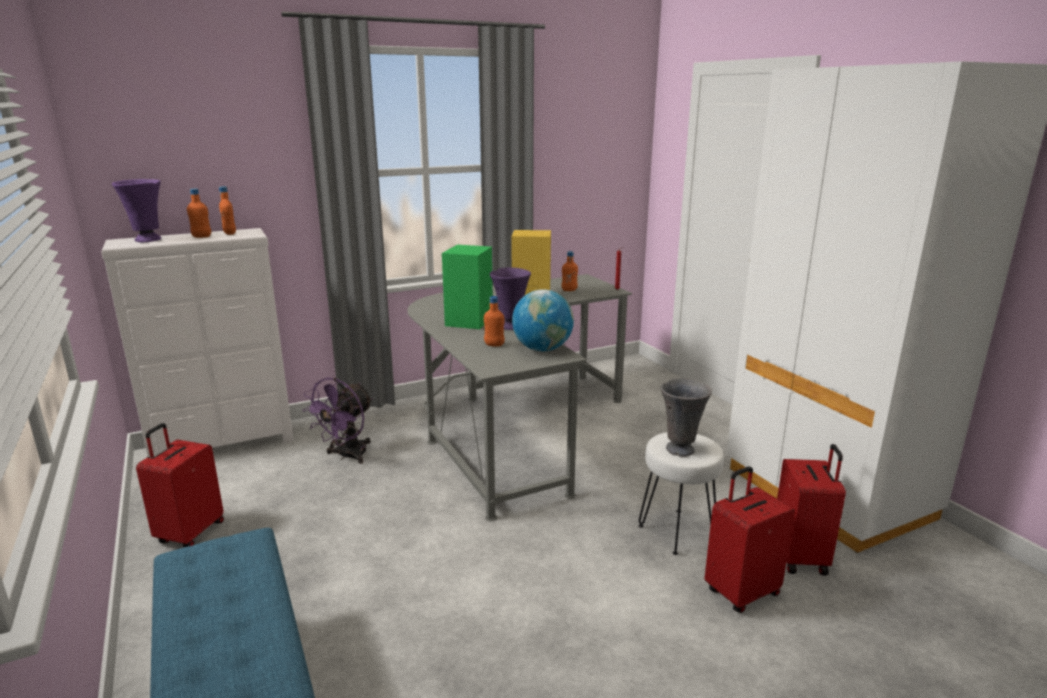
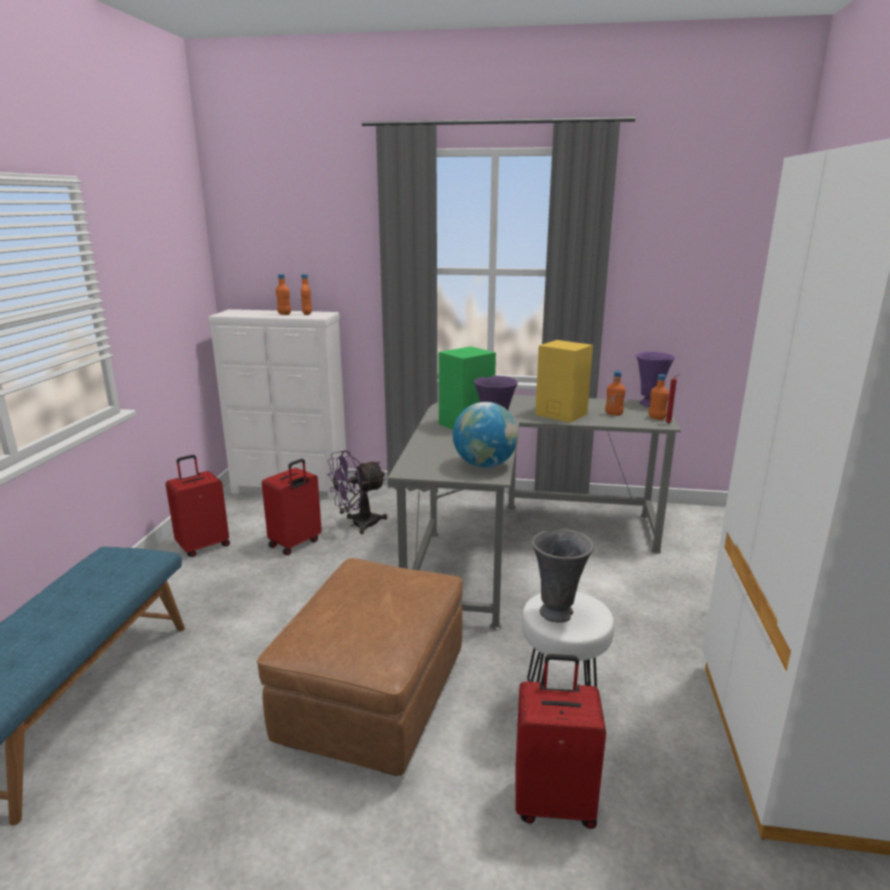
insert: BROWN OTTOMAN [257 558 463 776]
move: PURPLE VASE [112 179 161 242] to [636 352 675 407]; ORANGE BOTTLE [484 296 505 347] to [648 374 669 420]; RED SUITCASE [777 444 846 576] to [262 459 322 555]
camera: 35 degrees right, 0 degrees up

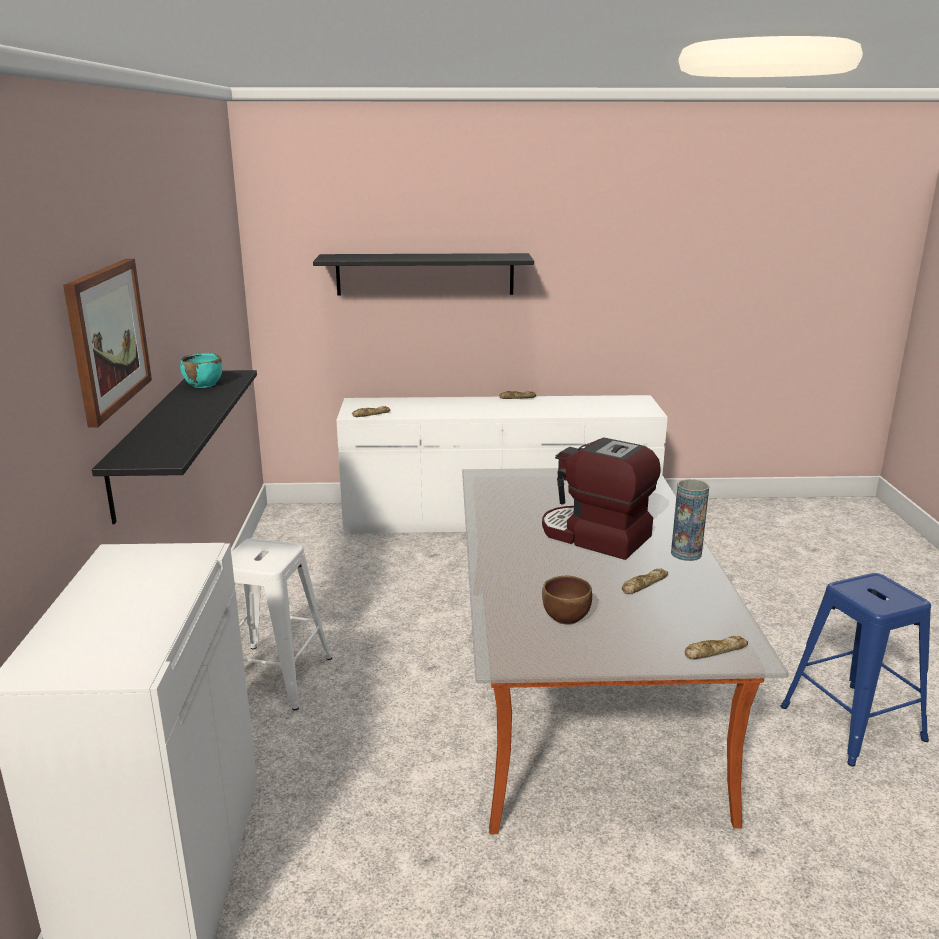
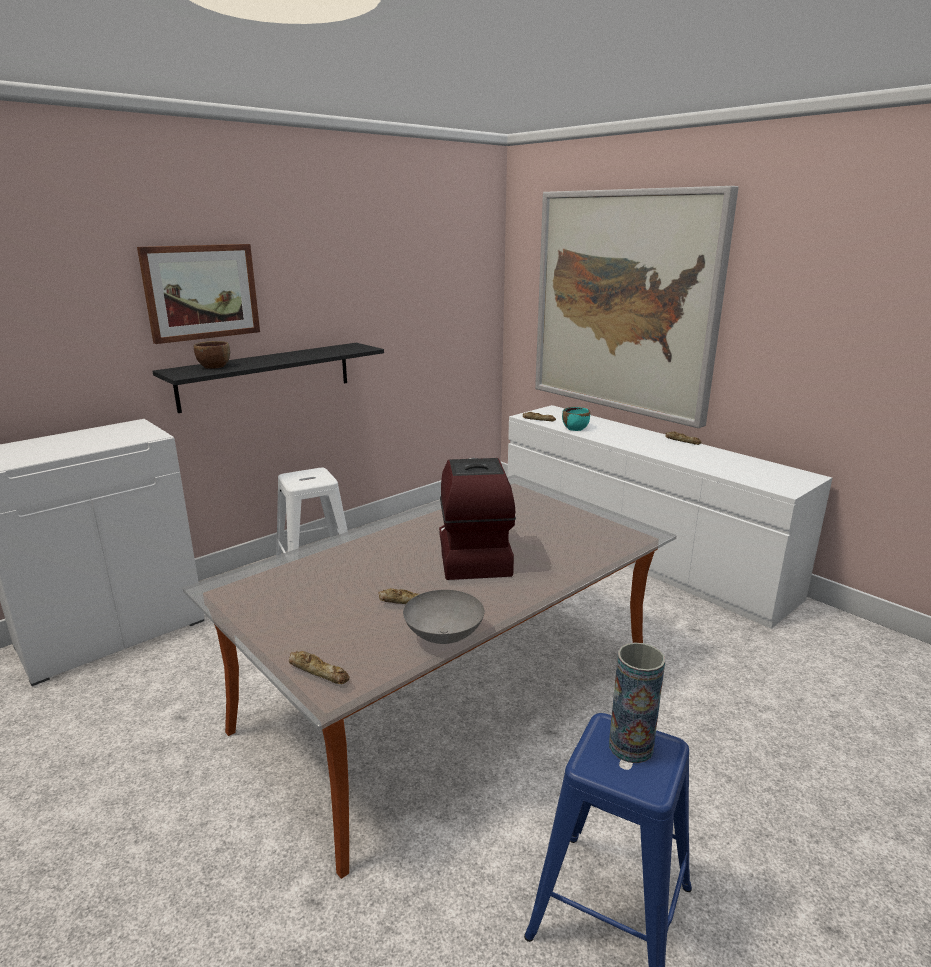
insert: GREY BOWL [403 590 484 644]
move: TURQUOISE BOWL [180 353 222 388] to [562 407 590 431]; VASE [671 479 709 561] to [609 643 665 763]; BROWN BOWL [542 575 592 624] to [194 341 230 369]
replace: BLACK SHELF [313 253 534 296] to PICTURE [535 186 739 428]
camera: 50 degrees right, 0 degrees up

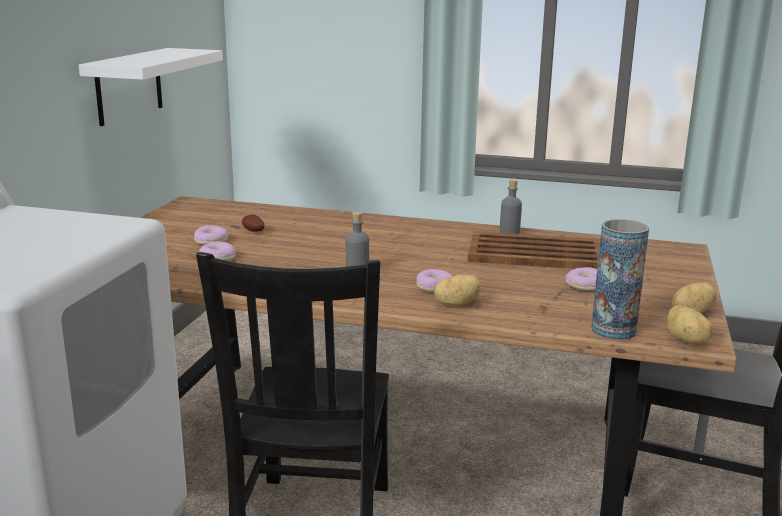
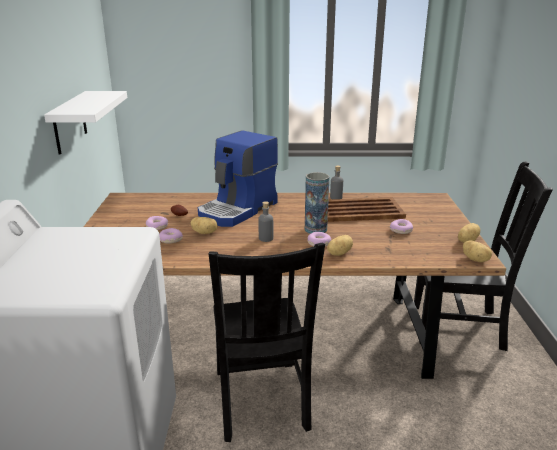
insert: COFFEE MACHINE [198 131 278 227]; POTATO [191 217 218 234]
move: VASE [591 219 649 340] to [305 172 330 234]
camera: 15 degrees left, 5 degrees up

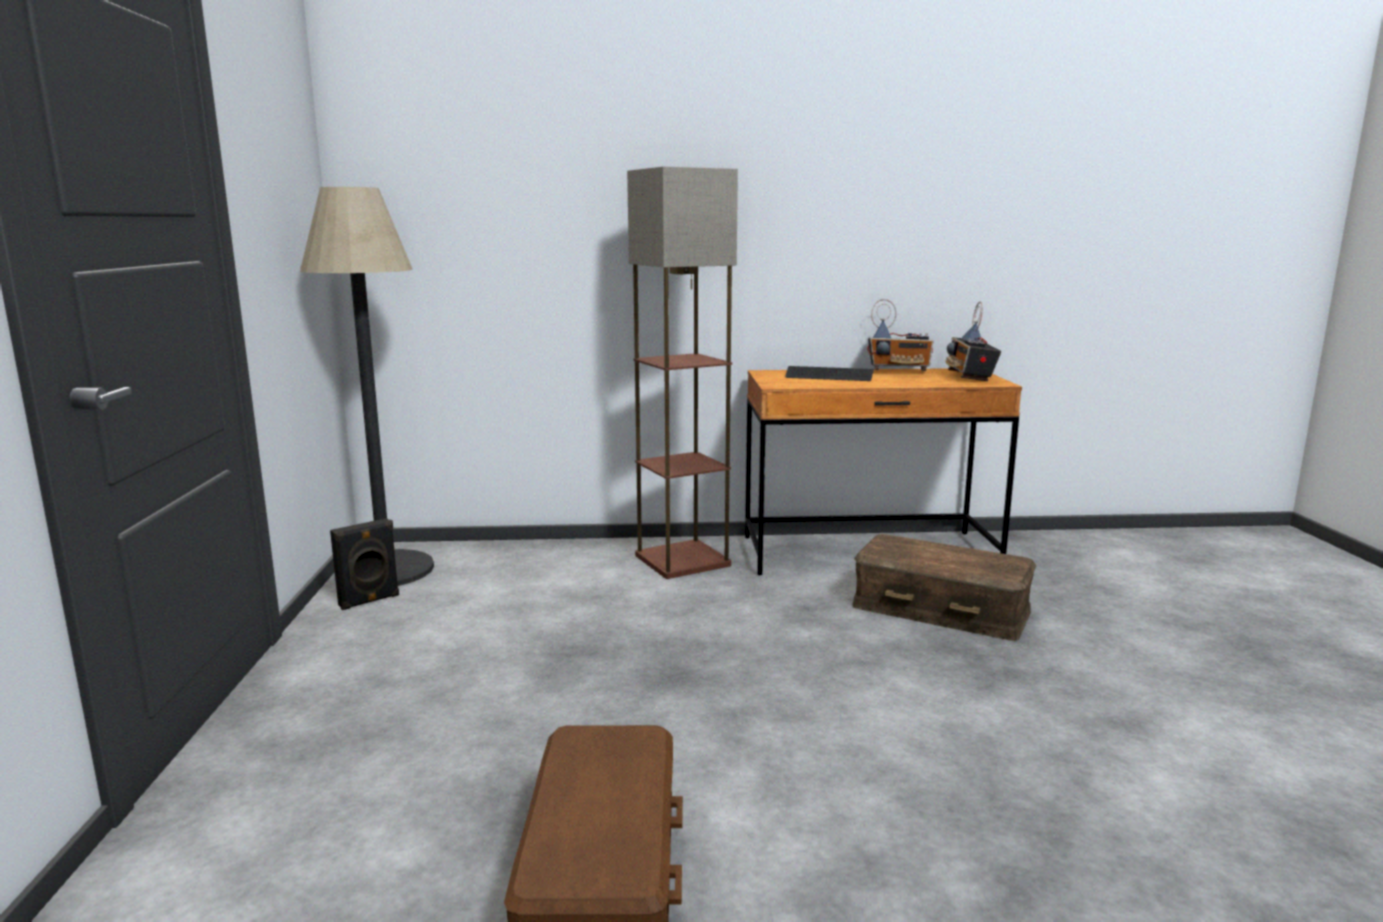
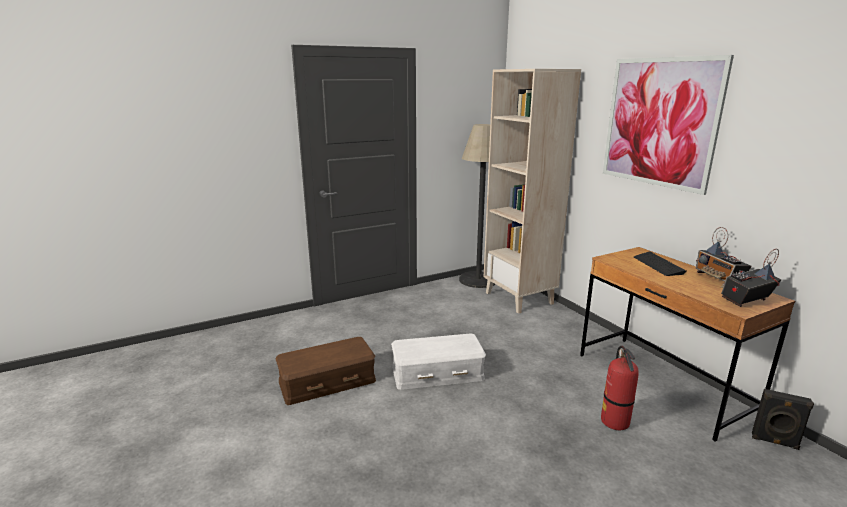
delete: FLOOR LAMP [627 167 738 579]
insert: PICTURE [603 55 734 195]; BEIGE BOOKCASE [484 69 581 314]; WHITE STORAGE BOX [391 334 486 390]
move: BLACK SPEAKER [330 518 399 610] to [752 389 814 450]
replace: BROWN STORAGE BOX [853 534 1036 641] to FIRE EXTINGUISHER [601 346 639 430]
camera: 65 degrees right, 5 degrees up

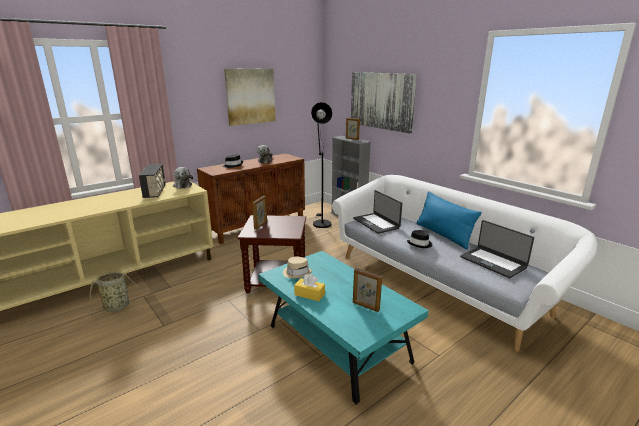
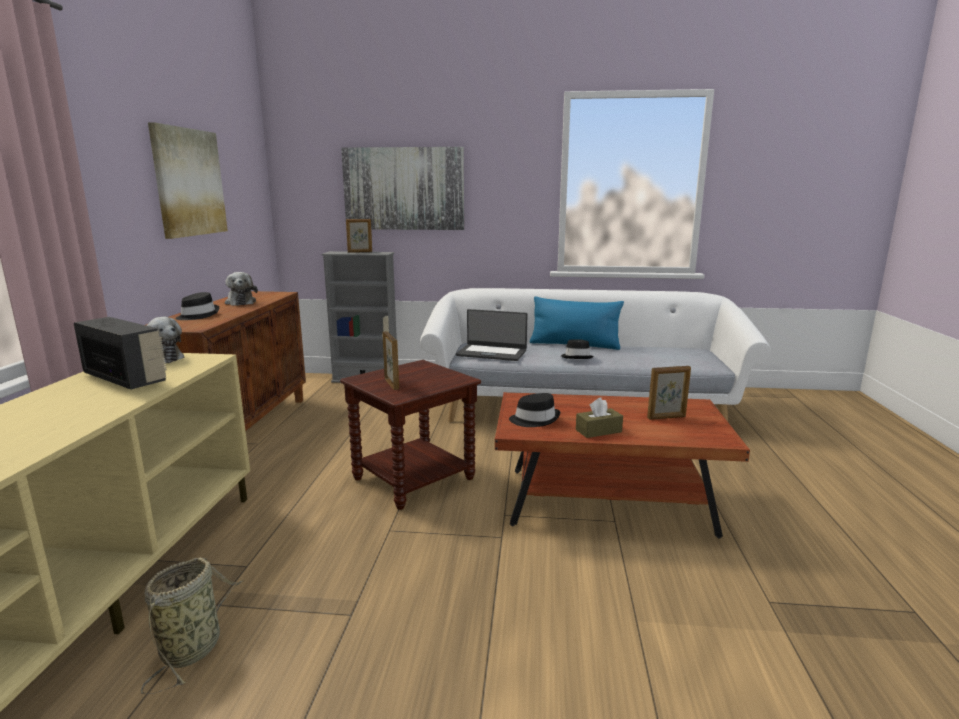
delete: BLACK FLOOR LAMP [311 102 332 228]; LAPTOP [460 220 534 278]
recolor: TURQUOISE COFFEE TABLE [259 251 429 405] to BROWN COFFEE TABLE [495 392 750 539]; BEIGE HAT [283 257 312 279] to BLACK HAT [509 393 560 427]; YELLOW TISSUE BOX [294 274 325 301] to BROWN TISSUE BOX [576 397 623 438]
camera: 45 degrees left, 5 degrees down

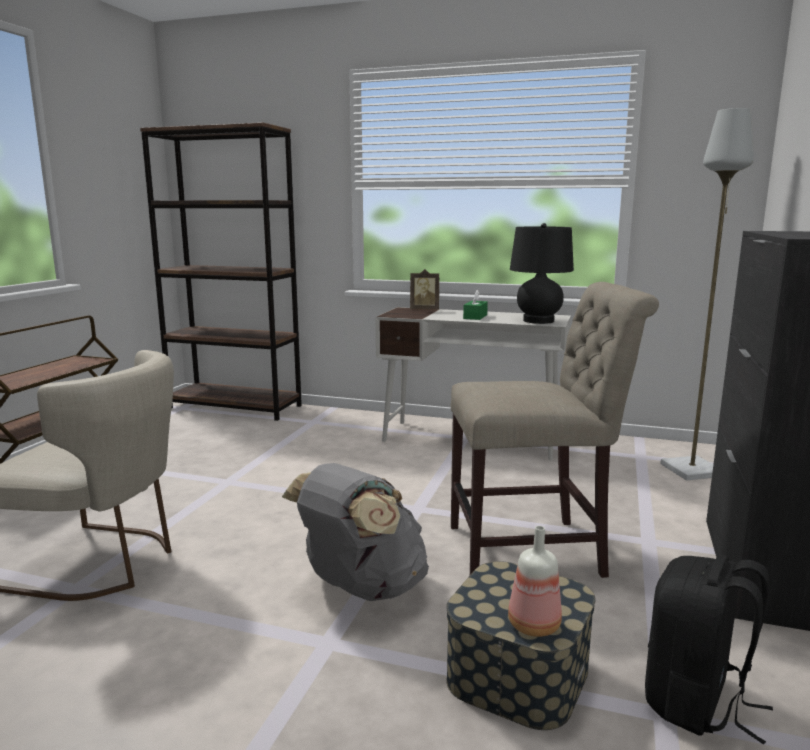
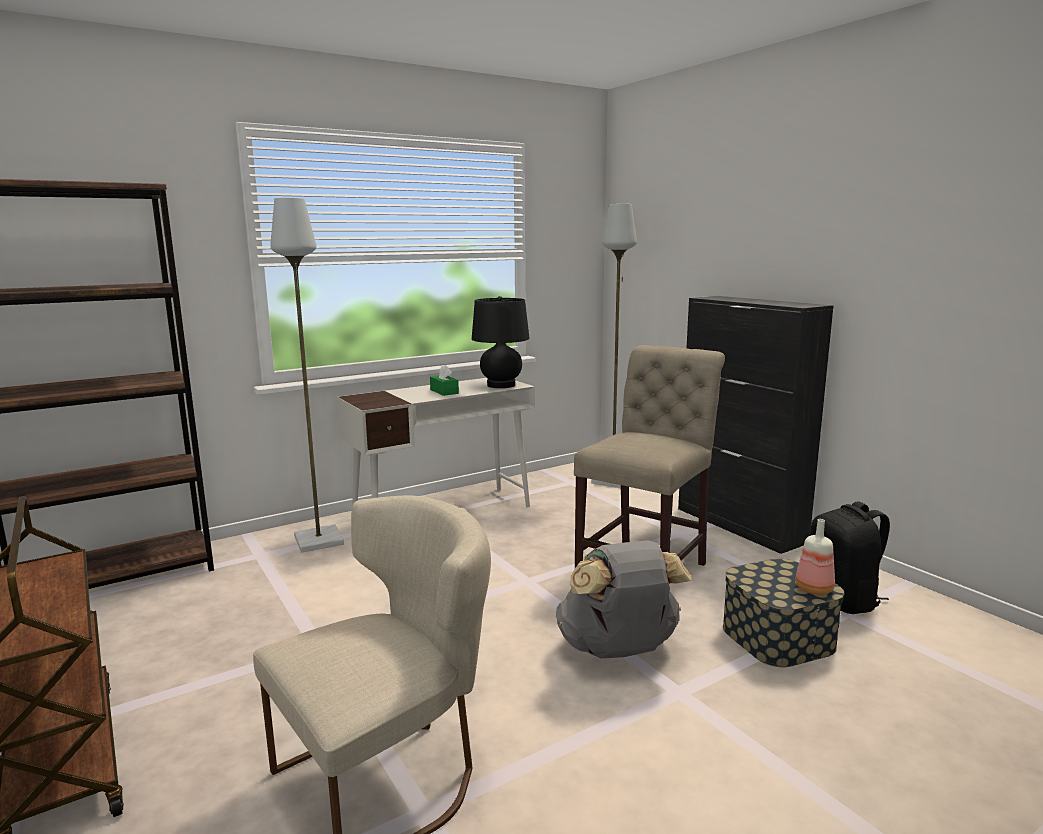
delete: PICTURE FRAME [410 269 439 310]
insert: GREY FLOOR LAMP [270 198 344 553]
camera: 50 degrees left, 0 degrees up

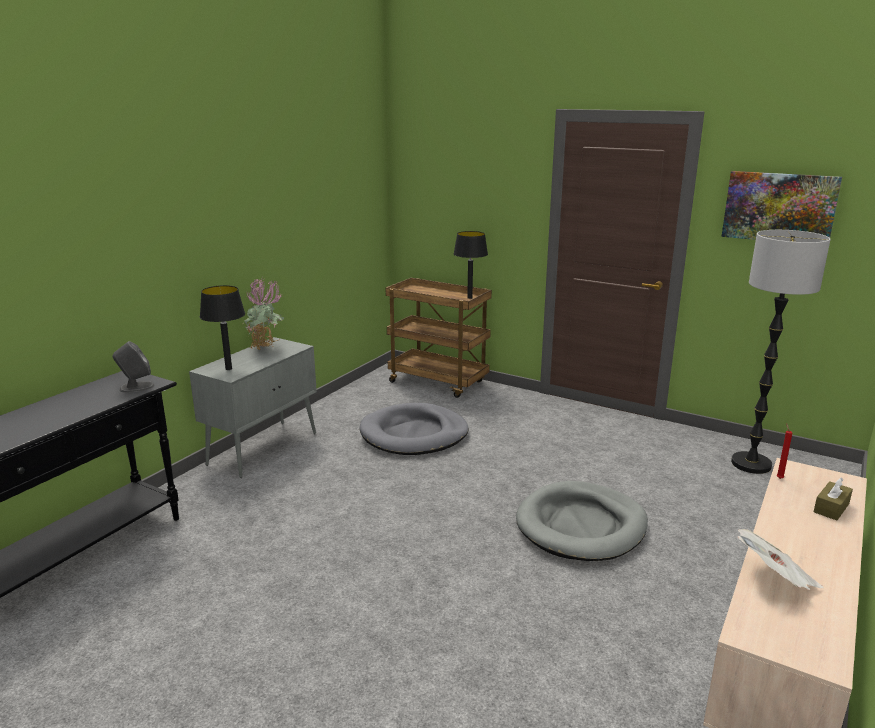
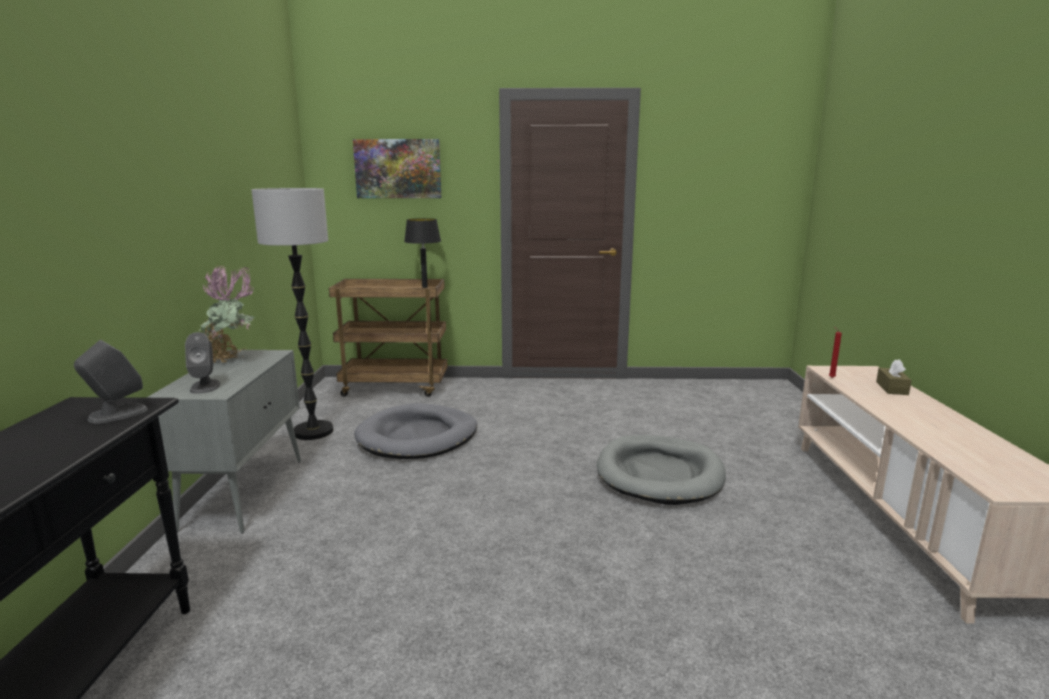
delete: NEWSPAPER [737 529 824 590]
move: PICTURE [721 171 842 240] to [353 139 441 198]; FLOOR LAMP [731 230 831 474] to [252 188 333 440]
replace: BLACK TABLE LAMP [200 285 245 370] to GREY SPEAKER [185 332 220 394]
camera: 30 degrees left, 5 degrees down

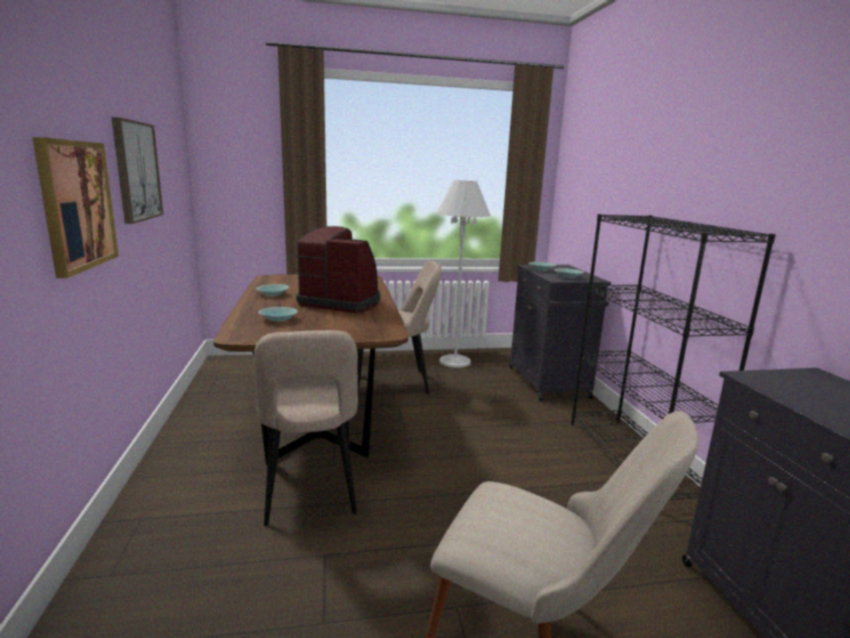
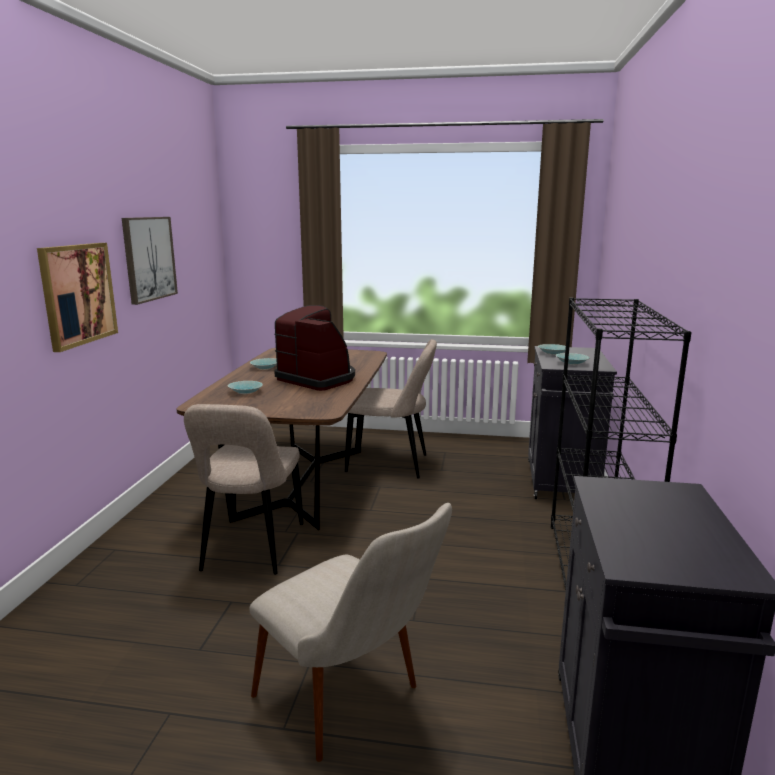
delete: WHITE FLOOR LAMP [436 181 491 368]
camera: 20 degrees right, 0 degrees up

